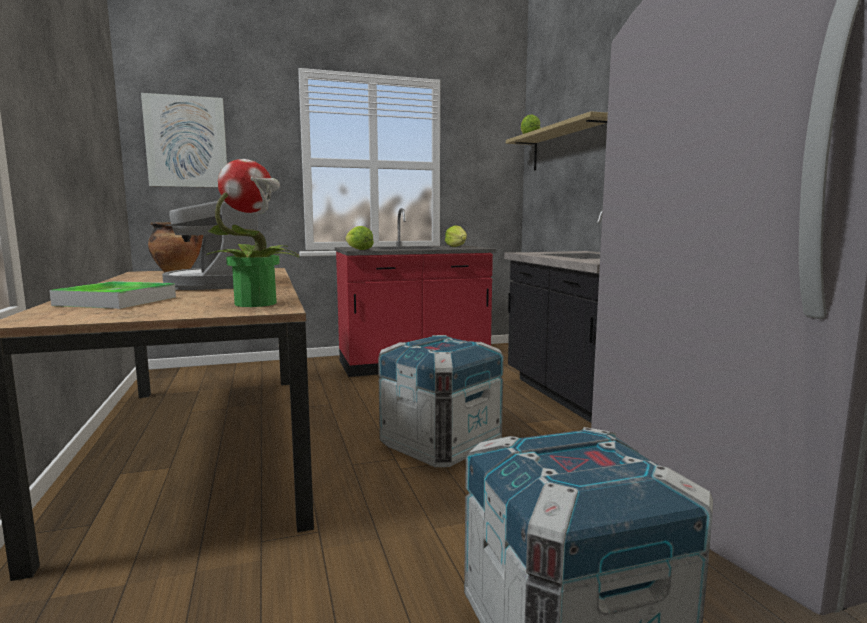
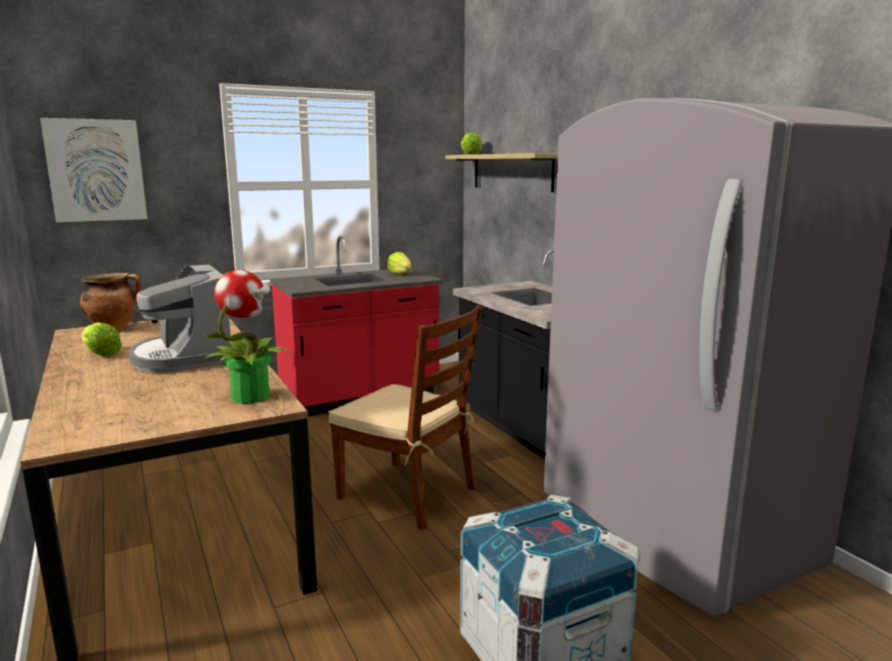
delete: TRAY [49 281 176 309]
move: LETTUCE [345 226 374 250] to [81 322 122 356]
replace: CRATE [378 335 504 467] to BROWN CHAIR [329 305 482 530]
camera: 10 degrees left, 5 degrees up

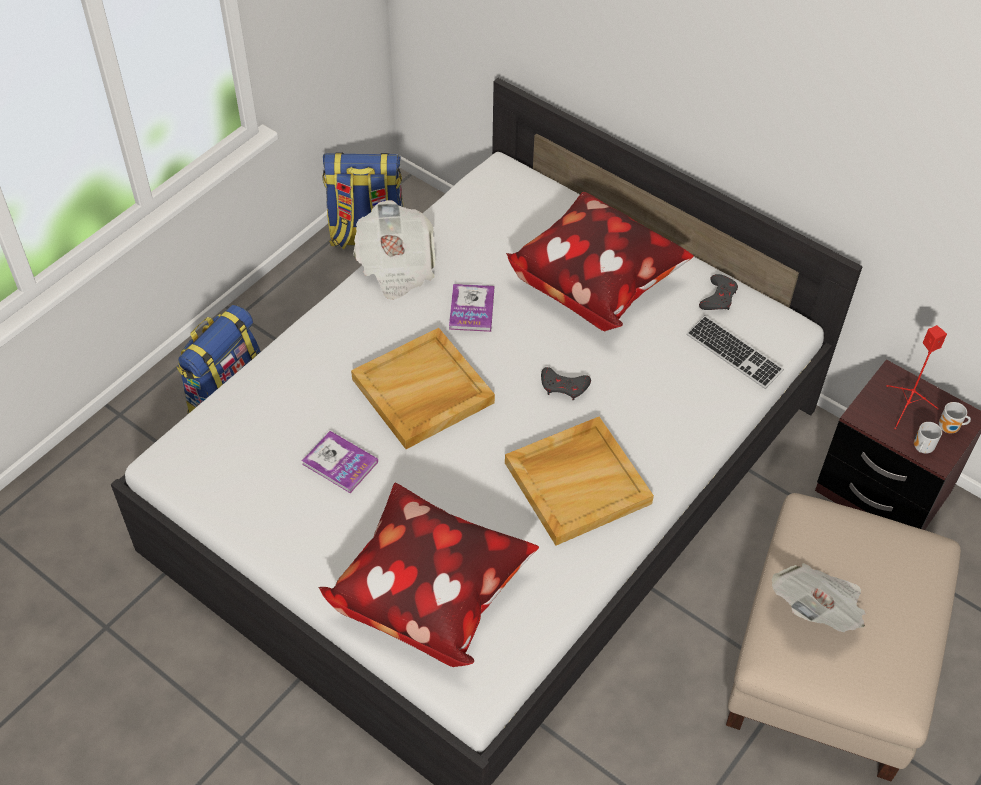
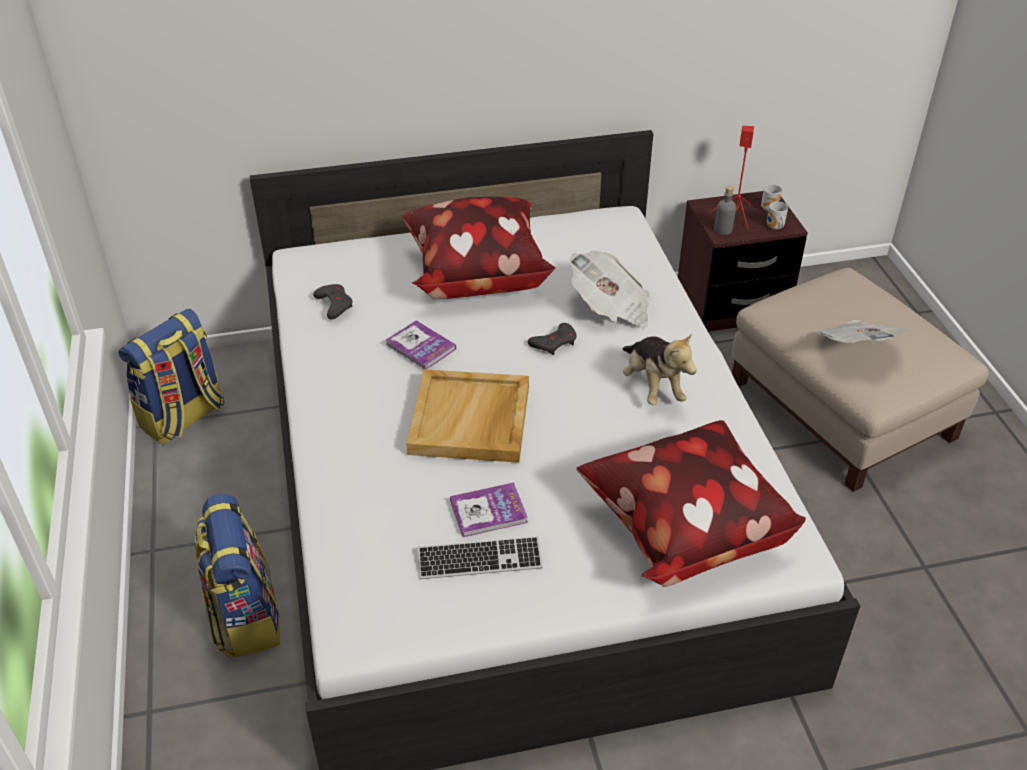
insert: GREY BOTTLE [714 186 736 235]
move: NEWSPAPER [353 200 435 300] to [570 251 650 328]; GREY GAME CONTROLLER [699 274 738 310] to [313 284 352 320]; KEYBOARD [687 315 784 389] to [418 536 543 579]
replace: BEIGE TRAY [505 417 654 545] to PLUSH TOY [622 333 697 405]
camera: 50 degrees left, 10 degrees down

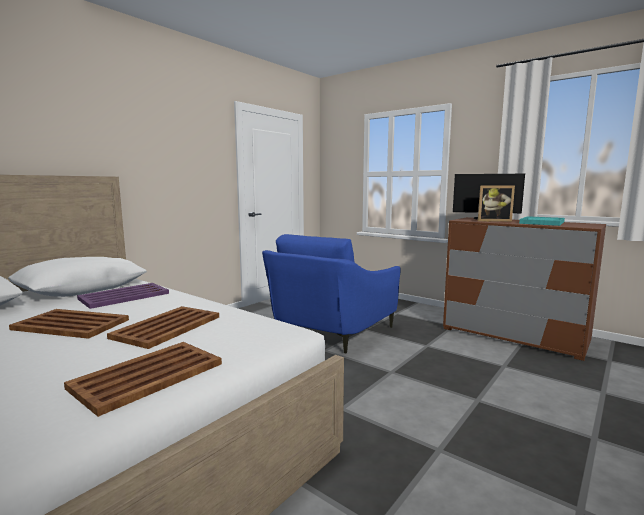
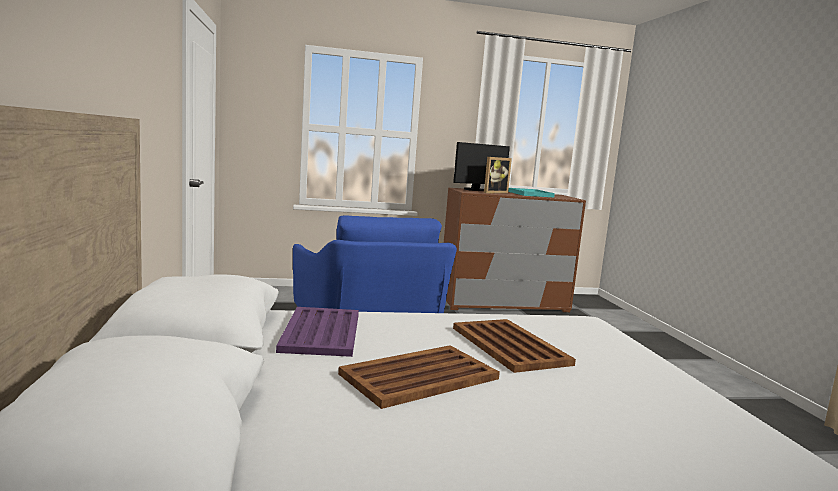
delete: BROWN TRAY [64 342 222 417]
camera: 50 degrees left, 0 degrees up

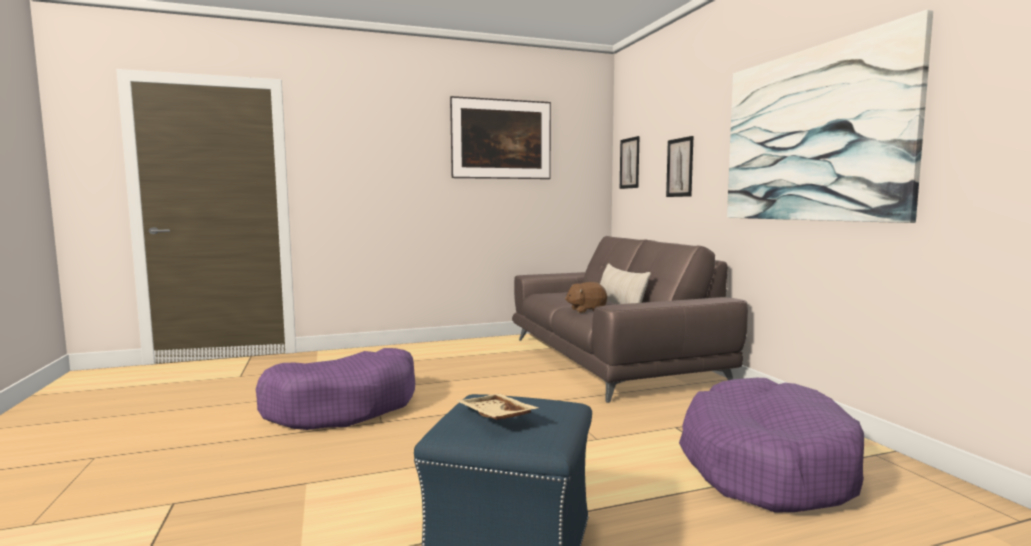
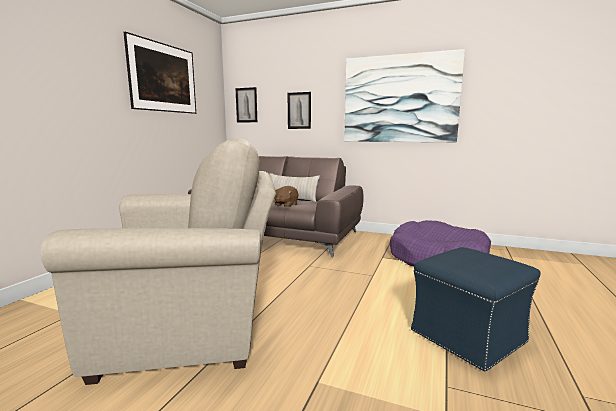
delete: BEIGE TRAY [456 394 539 420]
replace: PURPLE DOG BED [256 348 415 430] to BEIGE ARMCHAIR [41 138 276 385]
camera: 50 degrees left, 5 degrees up

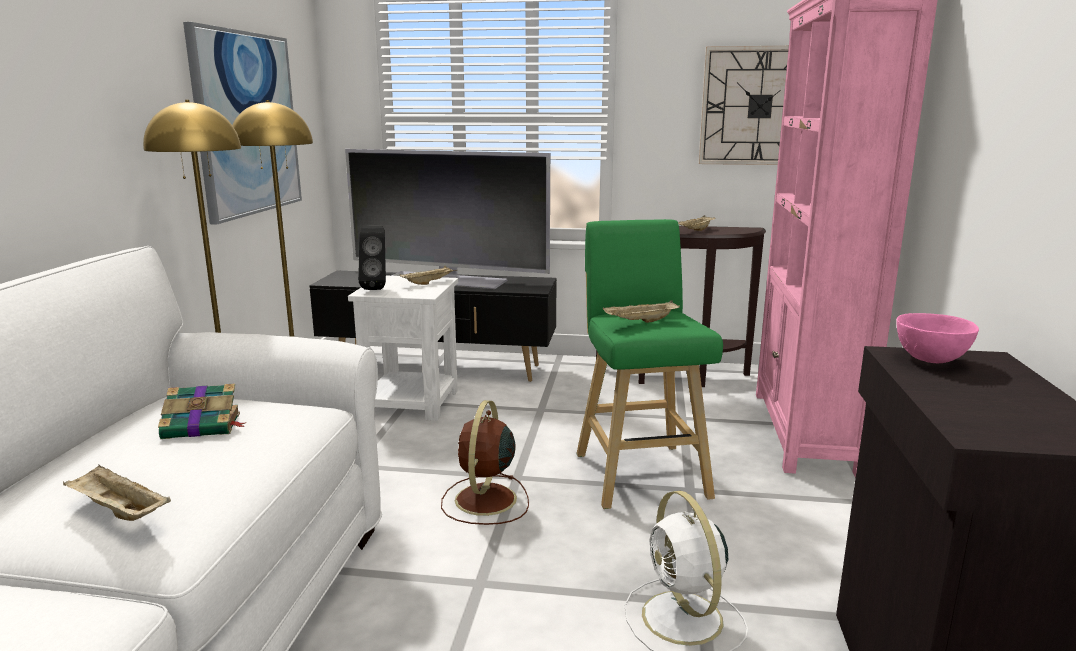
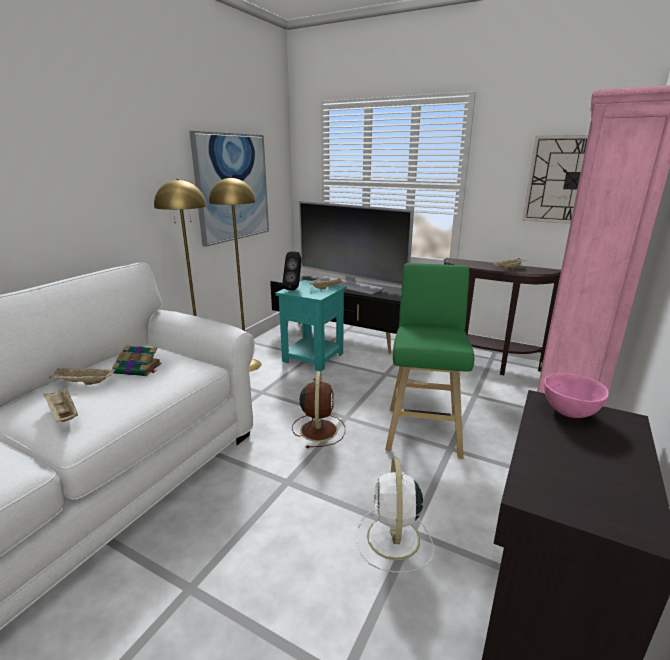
move: BEIGE TRAY [603 300 680 323] to [49 368 116 385]
recolor: WHITE SIDE TABLE [348 276 458 421] to TURQUOISE SIDE TABLE [275 280 347 371]
rotate: BROWN FAN [441 400 529 525] = [292 371 345 448] 150 degrees clockwise
camera: 20 degrees right, 5 degrees up

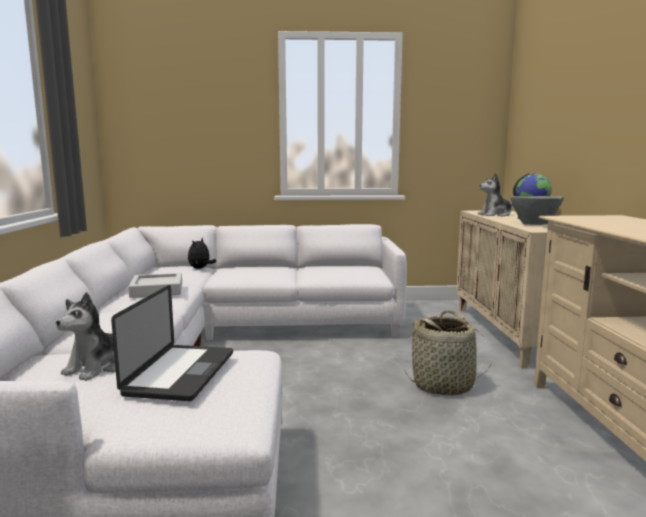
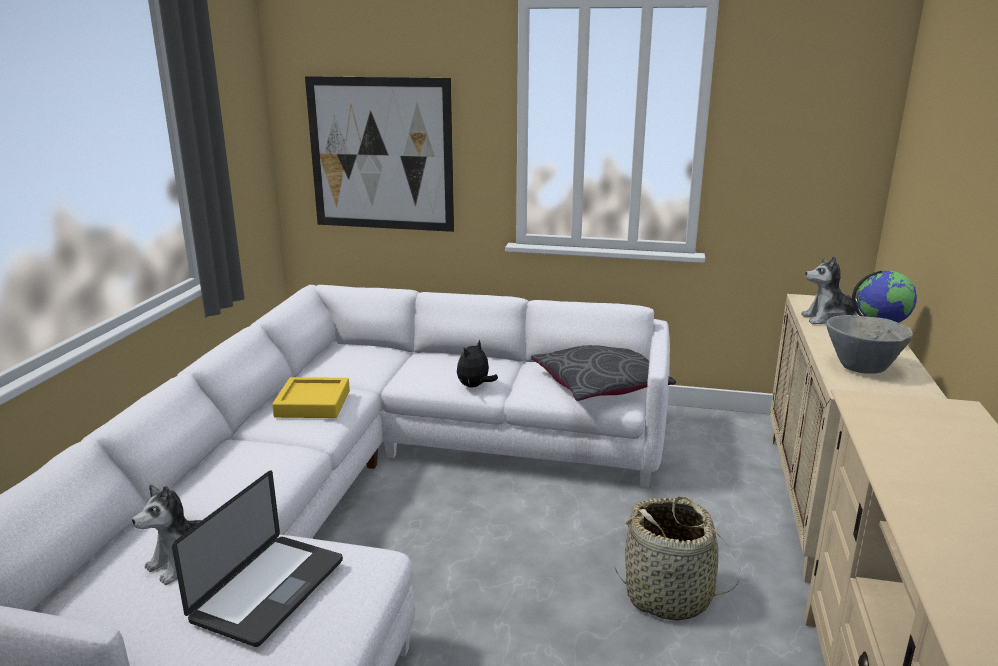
insert: PICTURE [305 76 454 232]; GREY PILLOW [531 345 676 401]
move: PLUSH TOY [188 238 216 269] to [457 339 498 388]
recolor: GREY TRAY [128 273 182 298] to YELLOW TRAY [272 377 350 418]
camera: 15 degrees right, 10 degrees up

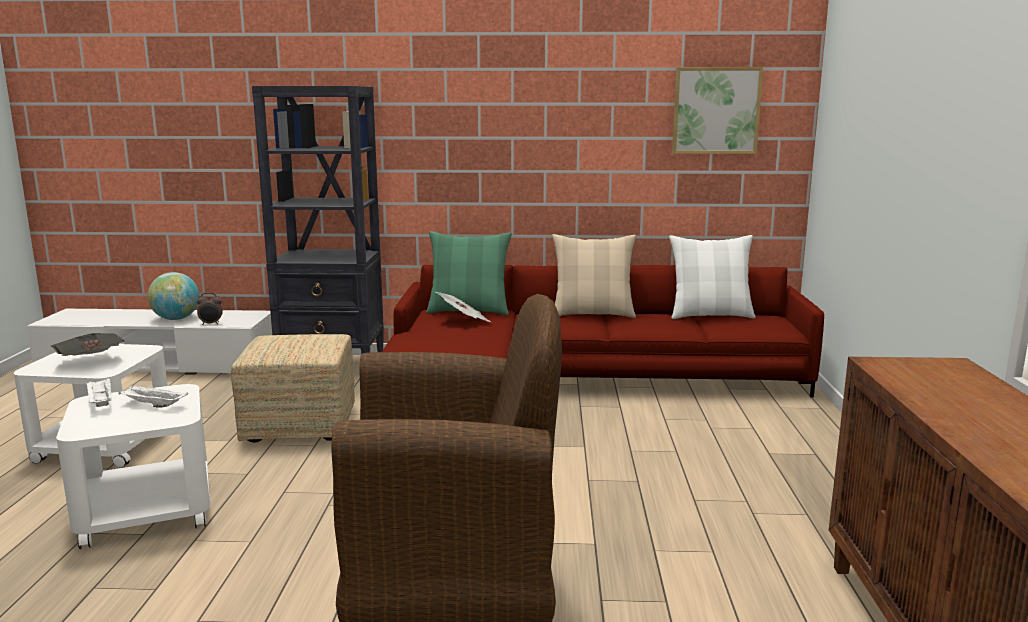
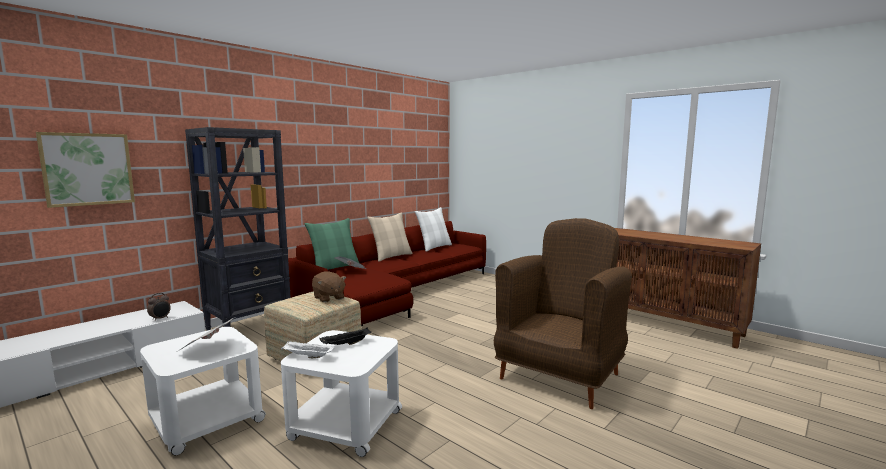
delete: GLOBE [148 272 200 320]
insert: BROWN PLUSH TOY [312 271 347 303]
move: PICTURE [672 67 763 154] to [36 132 135 208]
recolor: WHITE TRAY [118 385 188 408] to BLACK TRAY [319 327 371 345]
camera: 50 degrees left, 5 degrees down

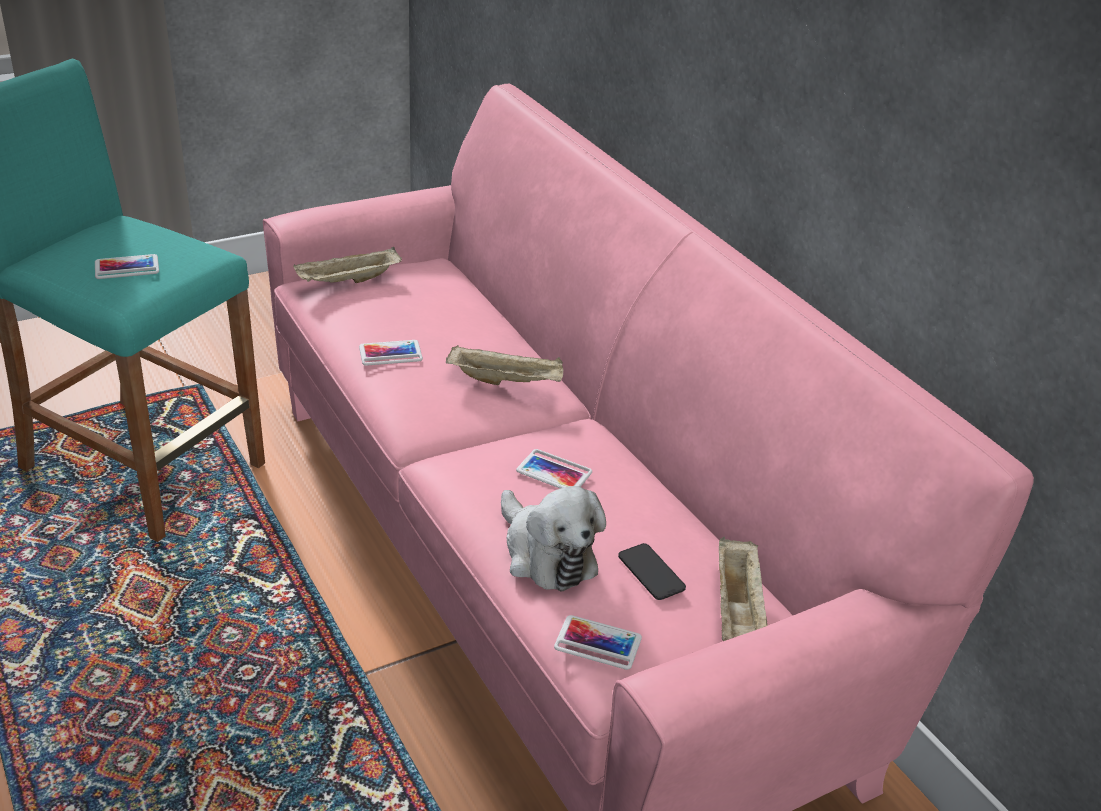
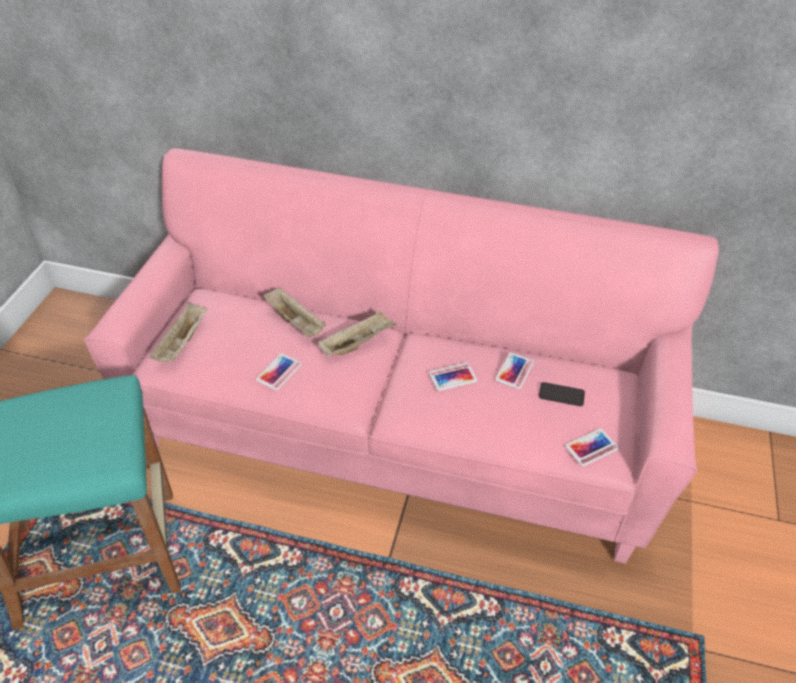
delete: PLUSH TOY [501 486 606 591]
move: PHONE [95 254 159 279] to [495 353 534 389]; BEIGE TRAY [719 537 768 641] to [263 288 326 338]
camera: 45 degrees left, 10 degrees up

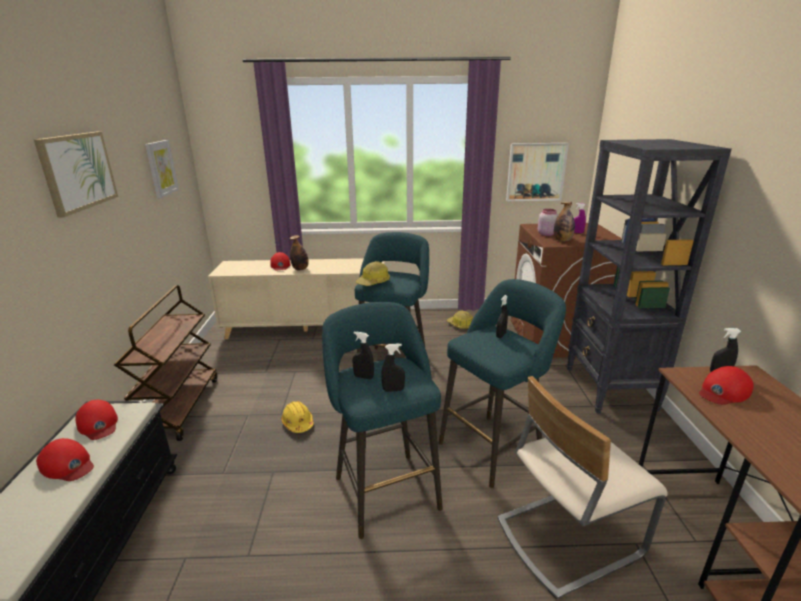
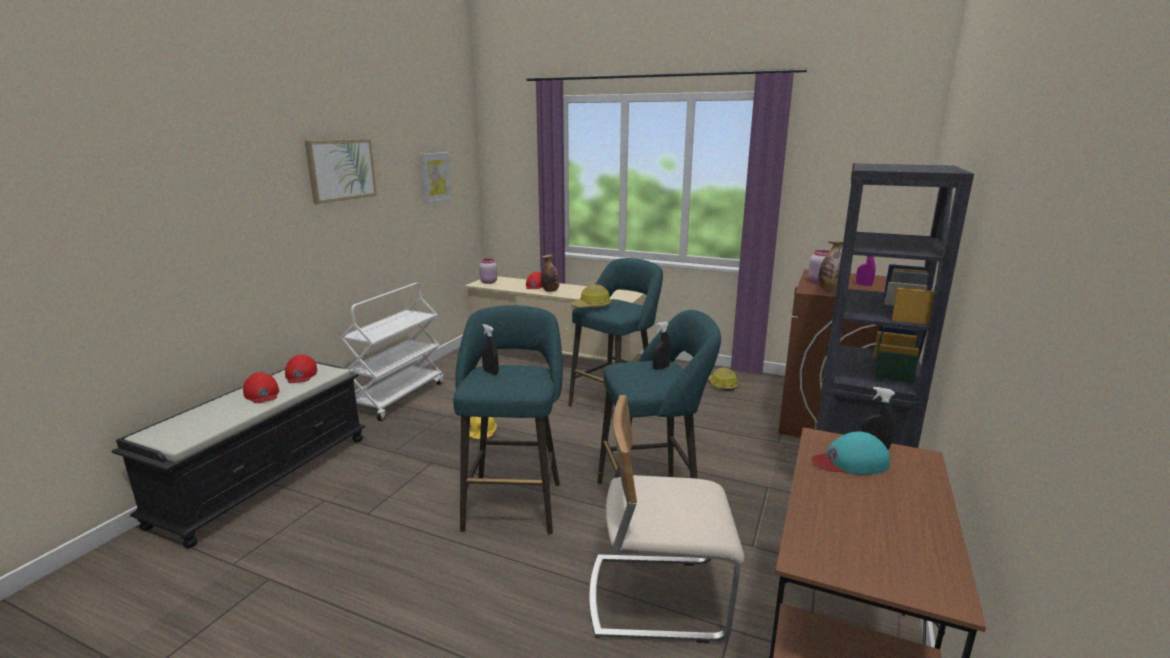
delete: PICTURE [506 143 569 201]; BLACK SPRAY BOTTLE [381 343 405 392]
insert: PINK JAR [479 259 497 284]
recolor: BROWN CART [114 285 217 441] to WHITE CART [339 283 444 421]; RED CAP [699 366 754 405] to TURQUOISE CAP [811 431 890 475]
camera: 25 degrees right, 5 degrees down

